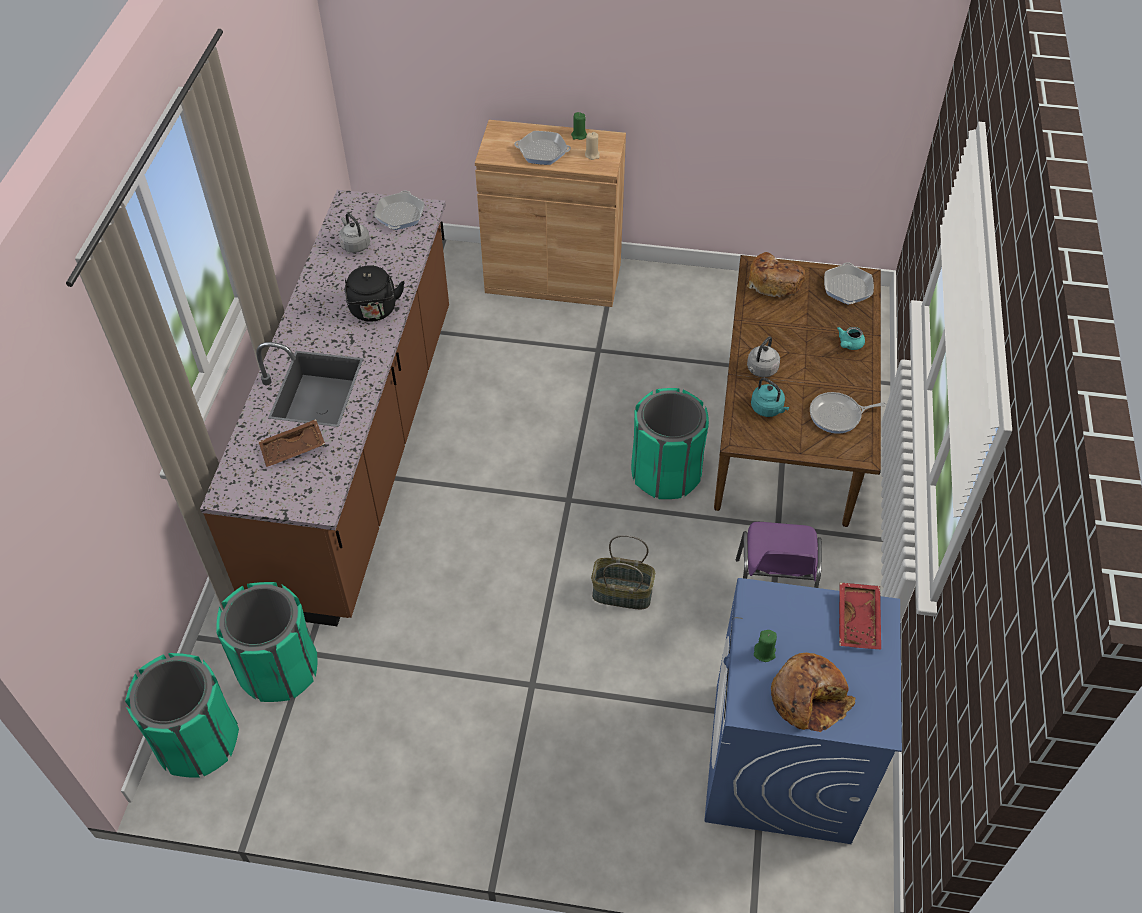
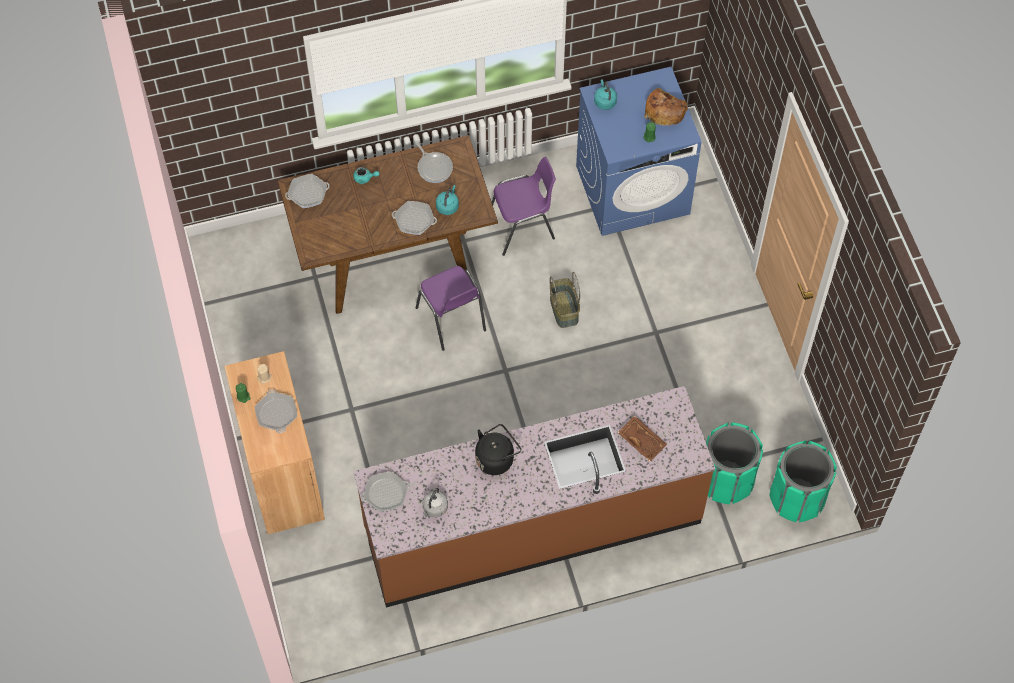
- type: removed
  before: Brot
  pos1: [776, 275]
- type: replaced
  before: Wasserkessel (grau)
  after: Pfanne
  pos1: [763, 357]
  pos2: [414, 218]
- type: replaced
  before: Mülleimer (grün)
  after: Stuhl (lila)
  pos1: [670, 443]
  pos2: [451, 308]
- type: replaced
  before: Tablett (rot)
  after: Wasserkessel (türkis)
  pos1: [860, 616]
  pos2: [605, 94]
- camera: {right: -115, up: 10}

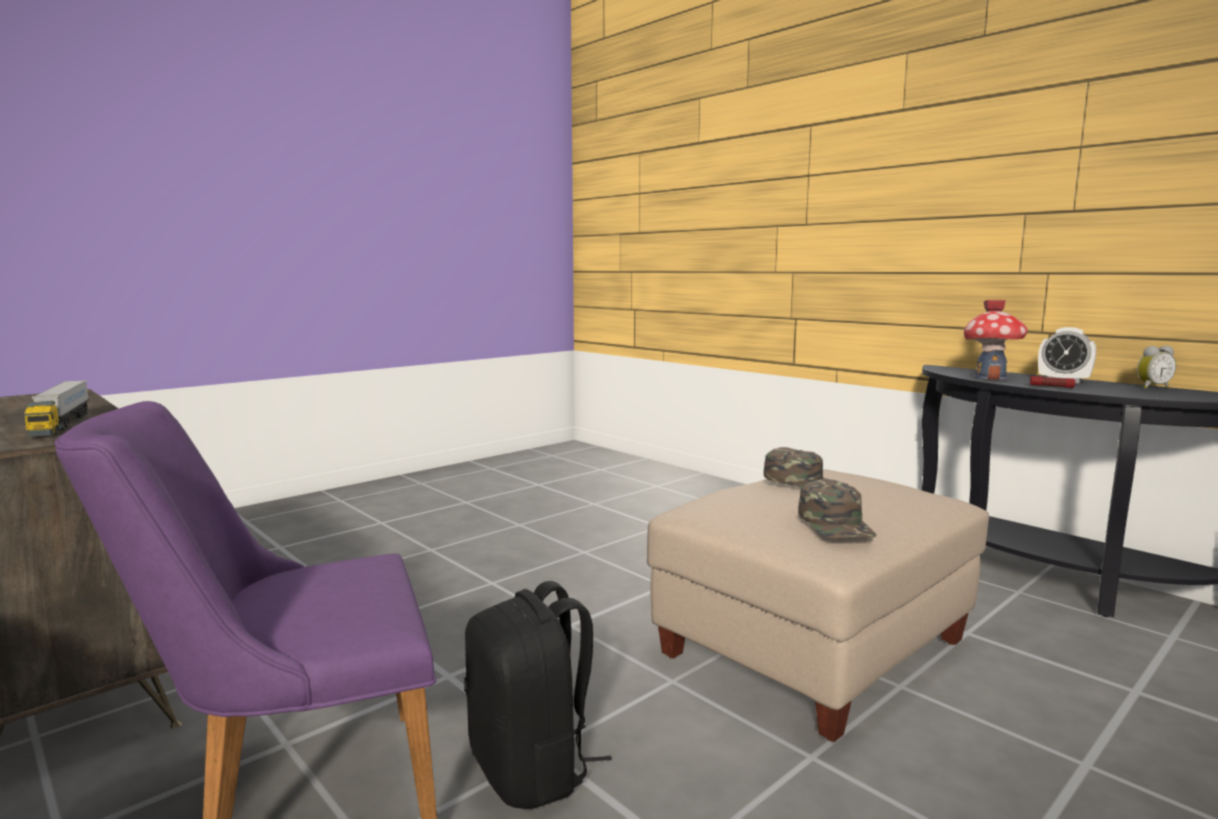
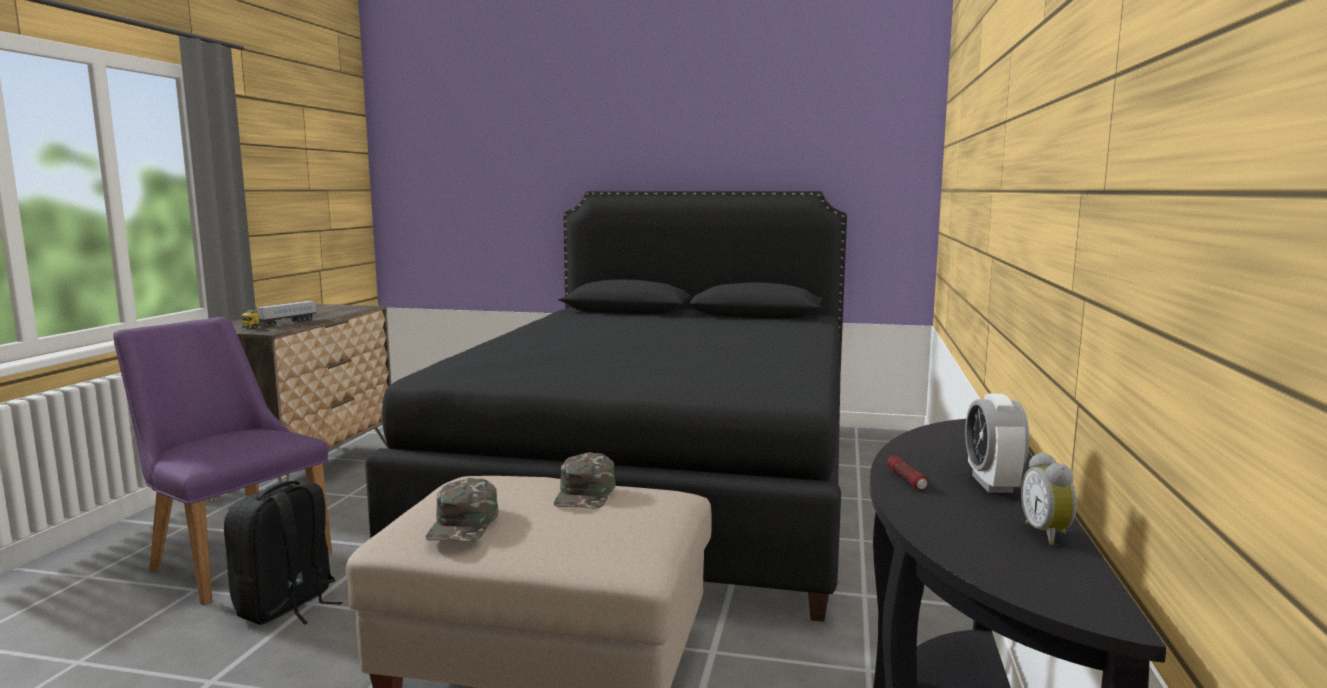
- type: removed
  before: Spielzeughaus
  pos1: [996, 340]
- type: turned
  before: Wecker
  pos1: [1156, 367]
  pos2: [1049, 498]
  turn: 45
- type: turned
  before: Kappe (grün)
  pos1: [837, 509]
  pos2: [462, 510]
  turn: -45
- type: added
  after: Bett (schwarz)
  pos2: [606, 406]
- camera: {right: 55, up: 0}

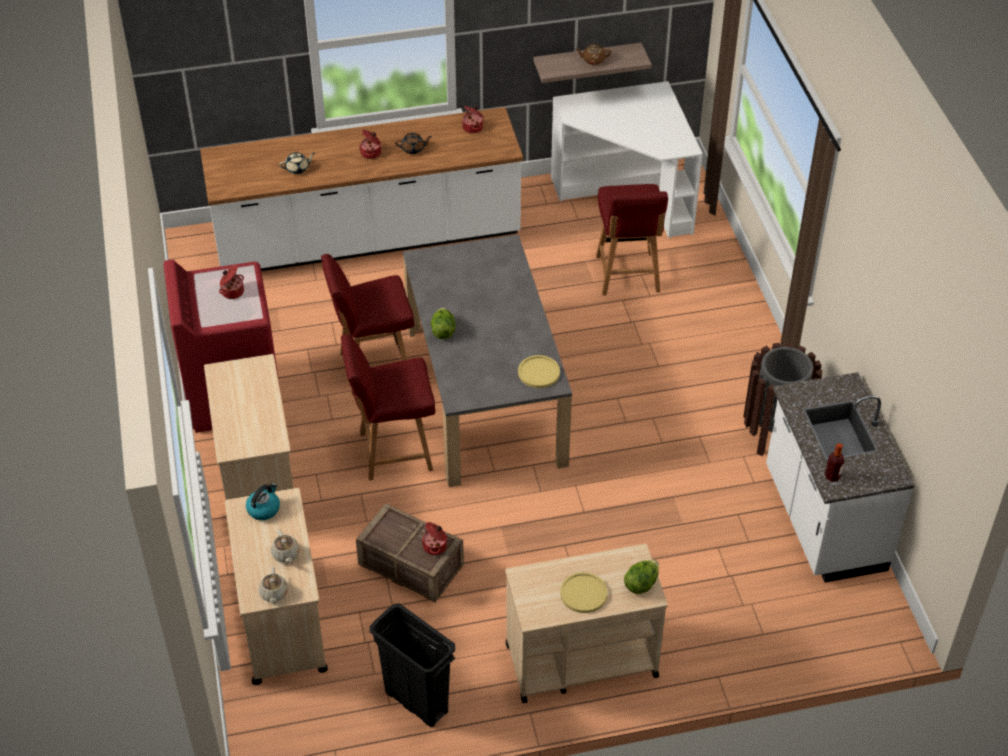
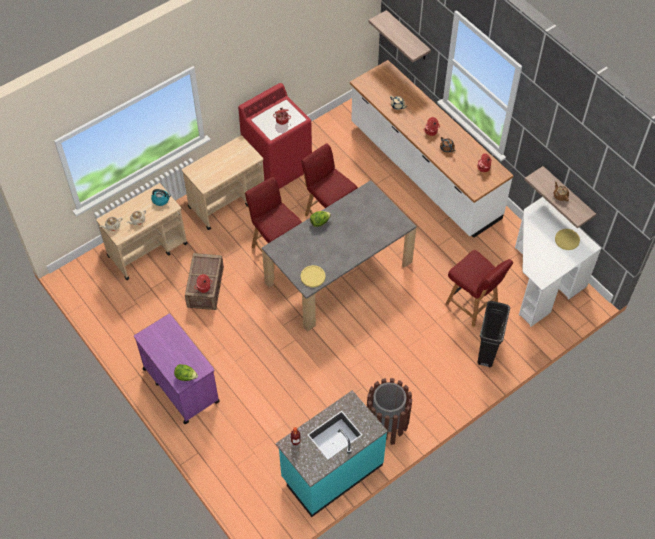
- type: turned
  before: Stuhl (rot)
  pos1: [632, 239]
  pos2: [479, 288]
  turn: -105
- type: recoloured
  before: Küchenzeile (weiß)
  after: Küchenzeile (türkis)
  pos1: [840, 477]
  pos2: [332, 453]
- type: recoloured
  before: Rollwagen (beige)
  after: Rollwagen (lila)
  pos1: [586, 623]
  pos2: [177, 368]
- type: moved
  before: Teller (gelb)
  pos1: [584, 592]
  pos2: [567, 239]
- type: moved
  before: Mülleimer (schwarz)
  pos1: [412, 665]
  pos2: [493, 334]
- type: added
  after: Wandregal
  pos2: [399, 36]
- camera: {right: 65, up: 10}

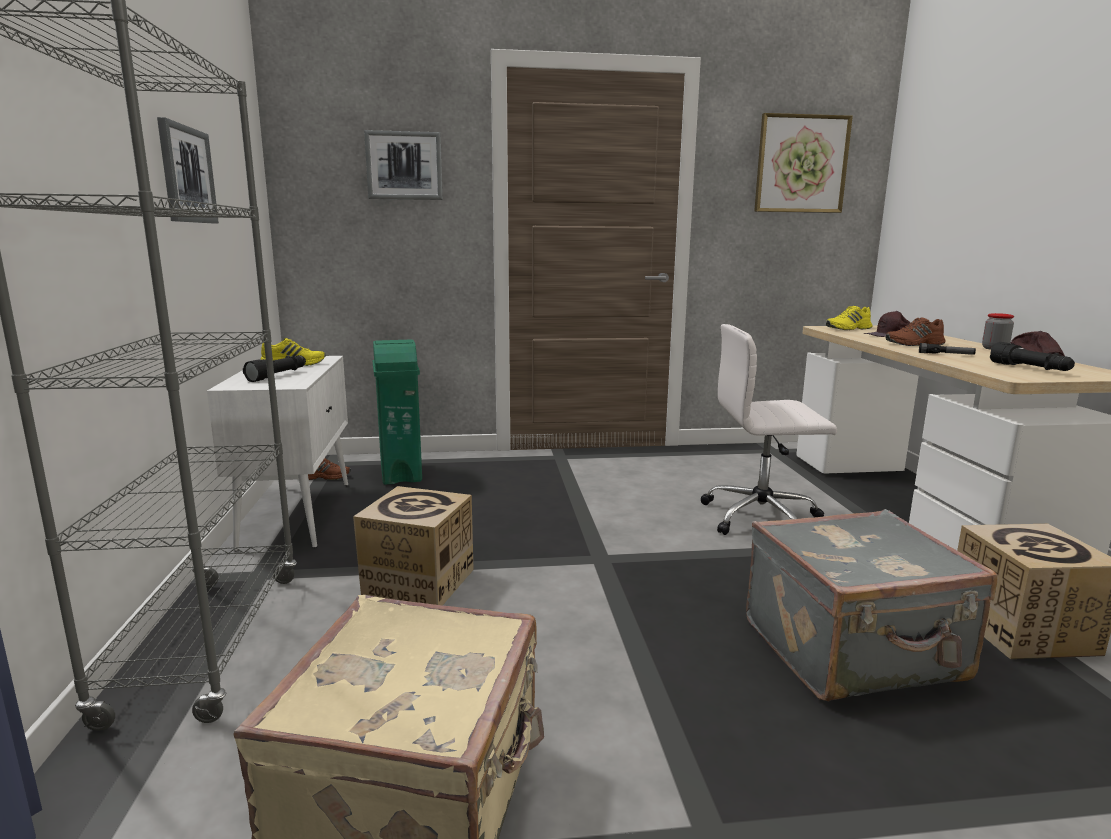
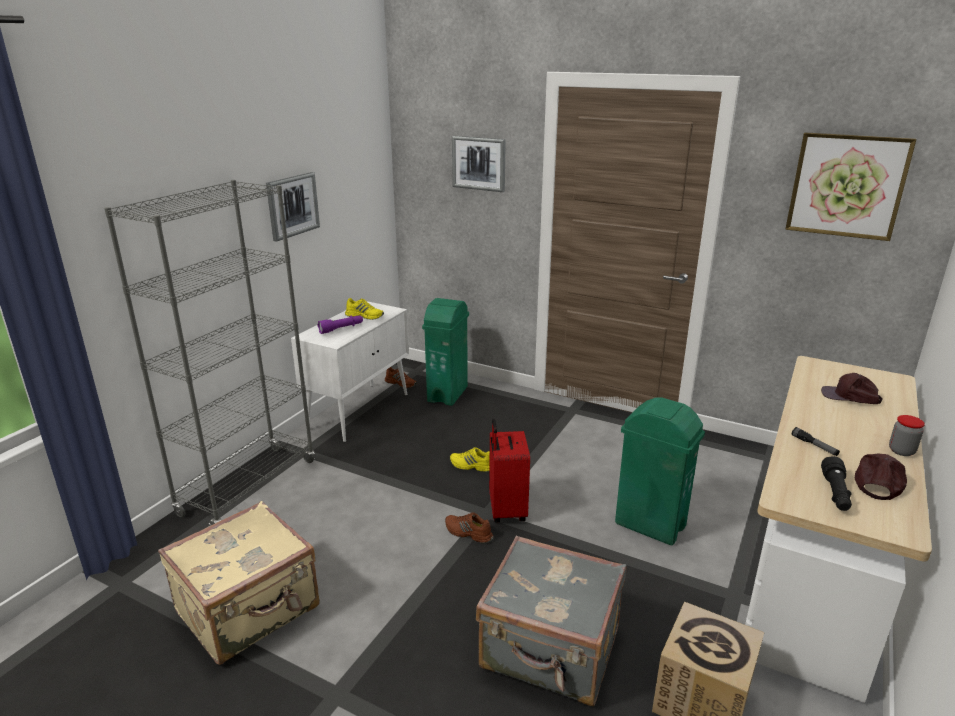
- type: moved
  before: Schuh (gelb)
  pos1: [849, 318]
  pos2: [470, 459]
- type: moved
  before: Schuh (braun)
  pos1: [916, 331]
  pos2: [469, 527]
- type: replaced
  before: Bürostuhl (weiß)
  after: Mülleimer (grün)
  pos1: [769, 429]
  pos2: [660, 471]
- type: recoloured
  before: Taschenlampe (schwarz)
  after: Taschenlampe (lila)
  pos1: [274, 368]
  pos2: [340, 324]
- type: removed
  before: Karton
  pos1: [413, 545]
- type: added
  after: Koffer (rot)
  pos2: [509, 470]
- camera: {right: 35, up: 10}

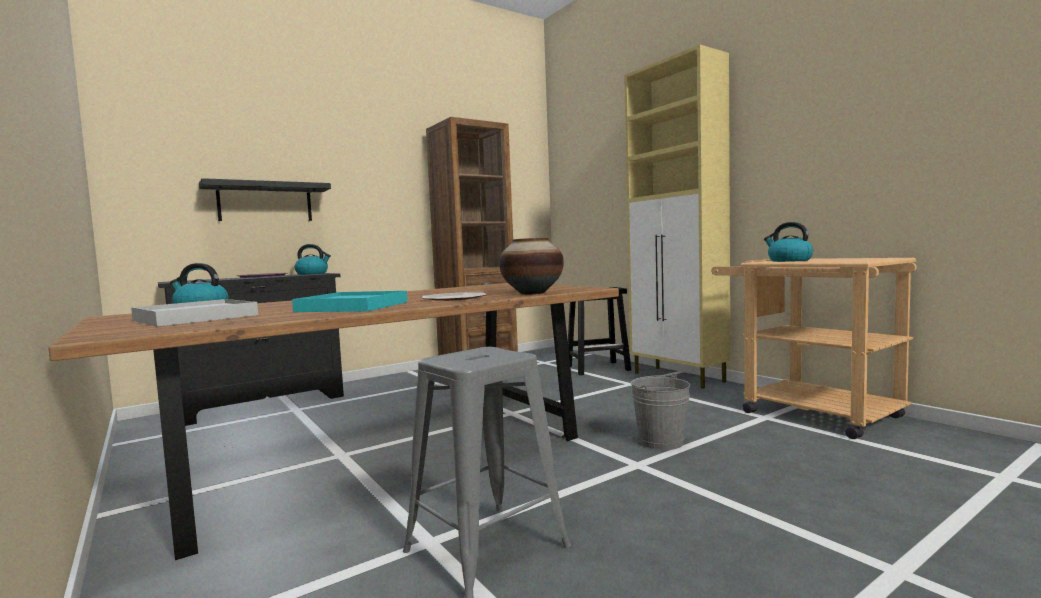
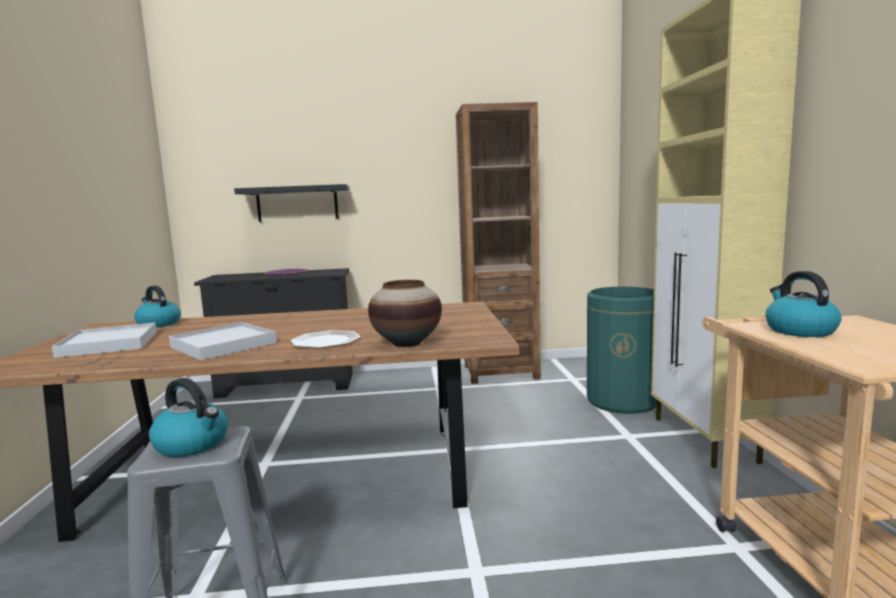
- type: moved
  before: Wasserkessel
  pos1: [312, 259]
  pos2: [188, 417]
- type: replaced
  before: Hocker (schwarz)
  after: Mülleimer (grün)
  pos1: [599, 331]
  pos2: [621, 350]
- type: recoloured
  before: Tablett (türkis)
  after: Tablett (weiß)
  pos1: [349, 301]
  pos2: [223, 341]
- type: removed
  before: Eimer (grau)
  pos1: [660, 412]
- camera: {right: 30, up: 5}

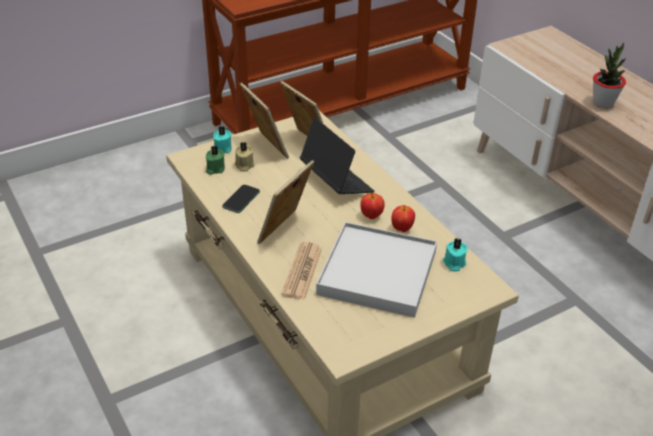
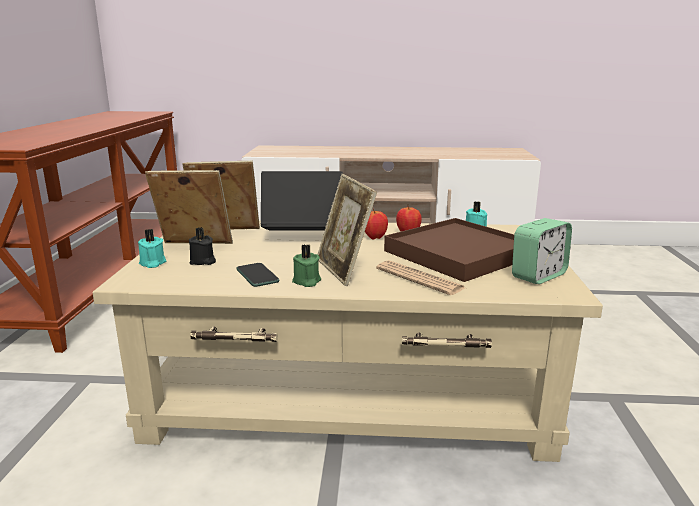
- type: removed
  before: Topfpflanze
  pos1: [609, 75]
- type: recoloured
  before: Kerze (beige)
  after: Kerze (schwarz)
  pos1: [244, 157]
  pos2: [202, 246]
- type: moved
  before: Kerze (grün)
  pos1: [215, 160]
  pos2: [306, 266]
- type: recoloured
  before: Tablett (weiß)
  after: Tablett (braun)
  pos1: [376, 270]
  pos2: [449, 250]
- type: added
  after: Wecker
  pos2: [542, 251]
- camera: {right: -55, up: -20}

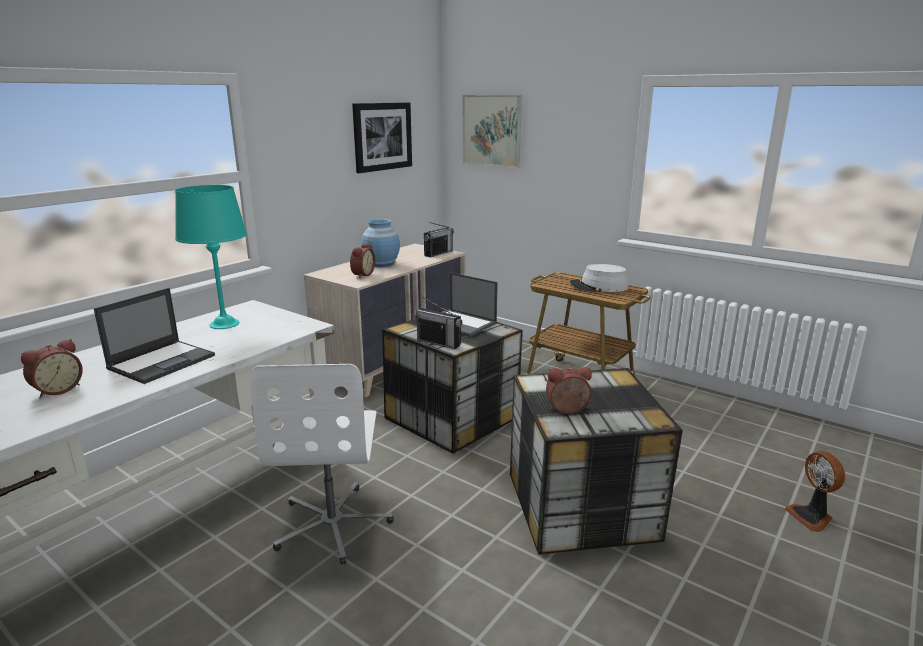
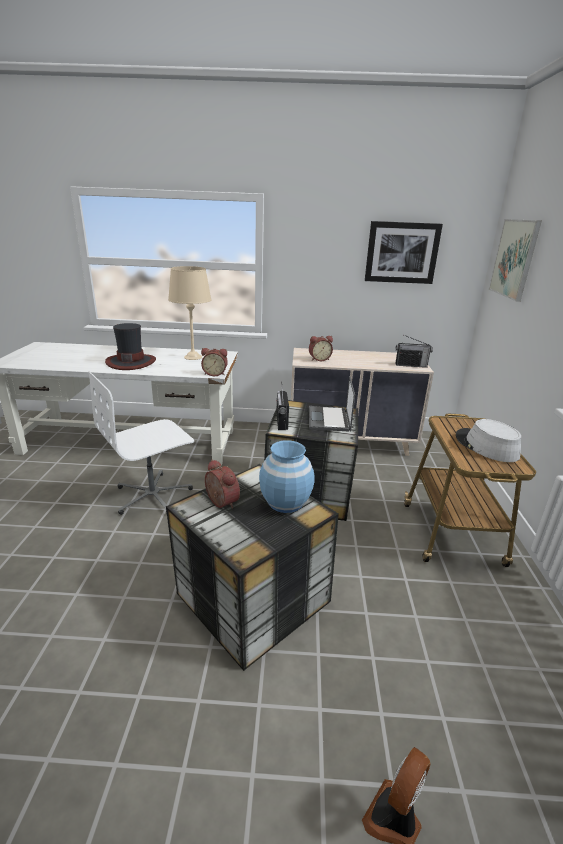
- type: recoloured
  before: Tischlampe (türkis)
  after: Tischlampe (beige)
  pos1: [211, 257]
  pos2: [190, 313]
- type: moved
  before: Vase (blau)
  pos1: [380, 243]
  pos2: [287, 476]
- type: replaced
  before: Laptop
  after: Hut
  pos1: [154, 336]
  pos2: [130, 346]
- type: moved
  before: Wecker
  pos1: [52, 369]
  pos2: [214, 362]
- camera: {right: 55, up: 5}

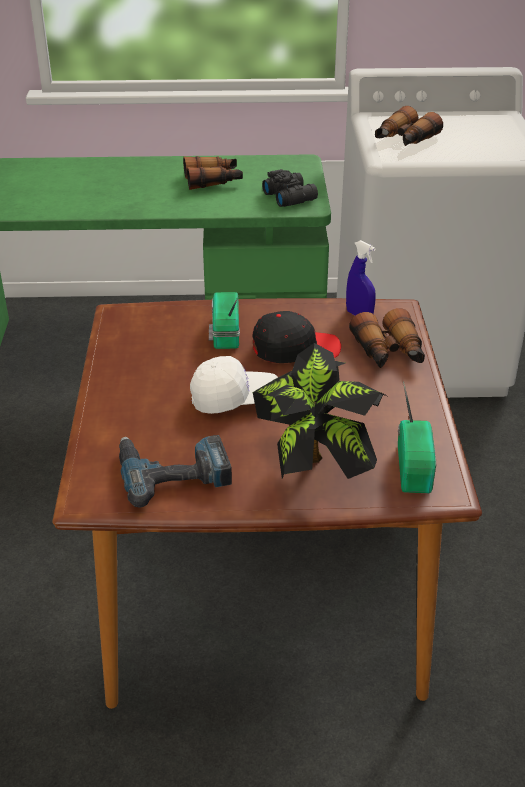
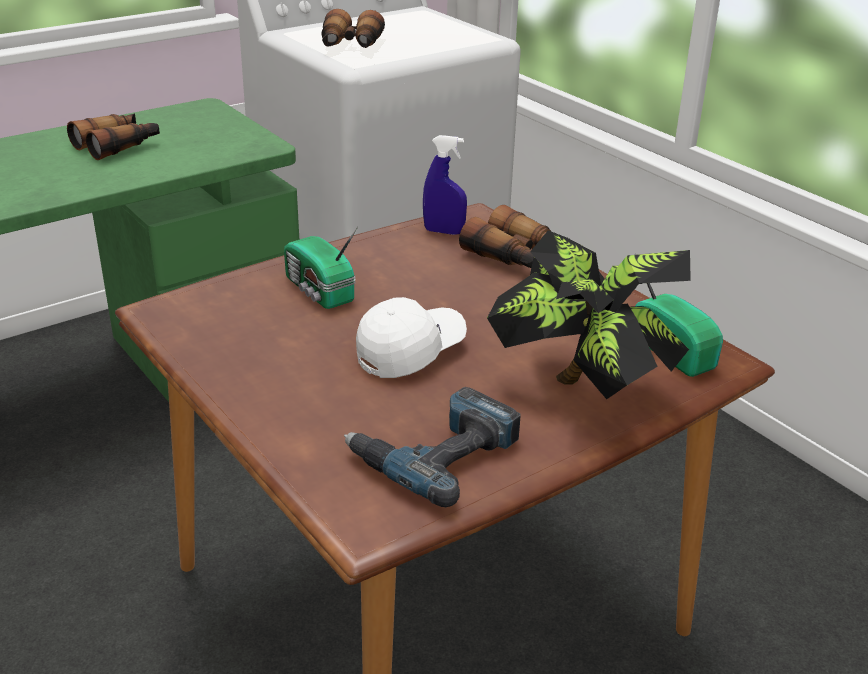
- type: removed
  before: Fernglas (schwarz)
  pos1: [290, 188]
- type: removed
  before: Kappe (schwarz)
  pos1: [296, 337]
- camera: {right: -35, up: -5}

